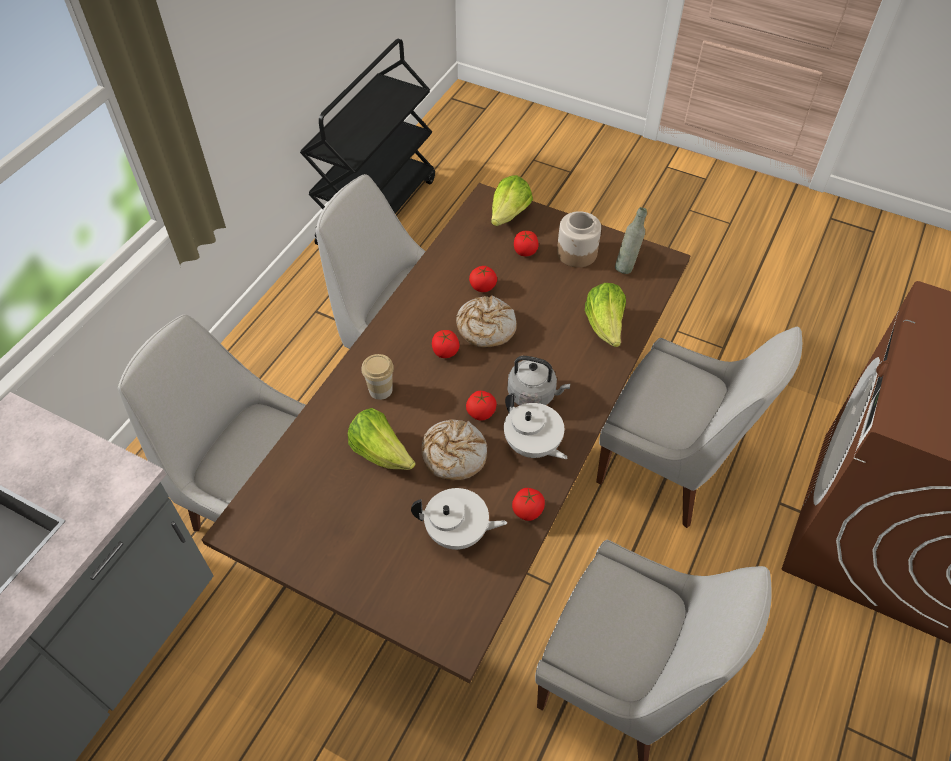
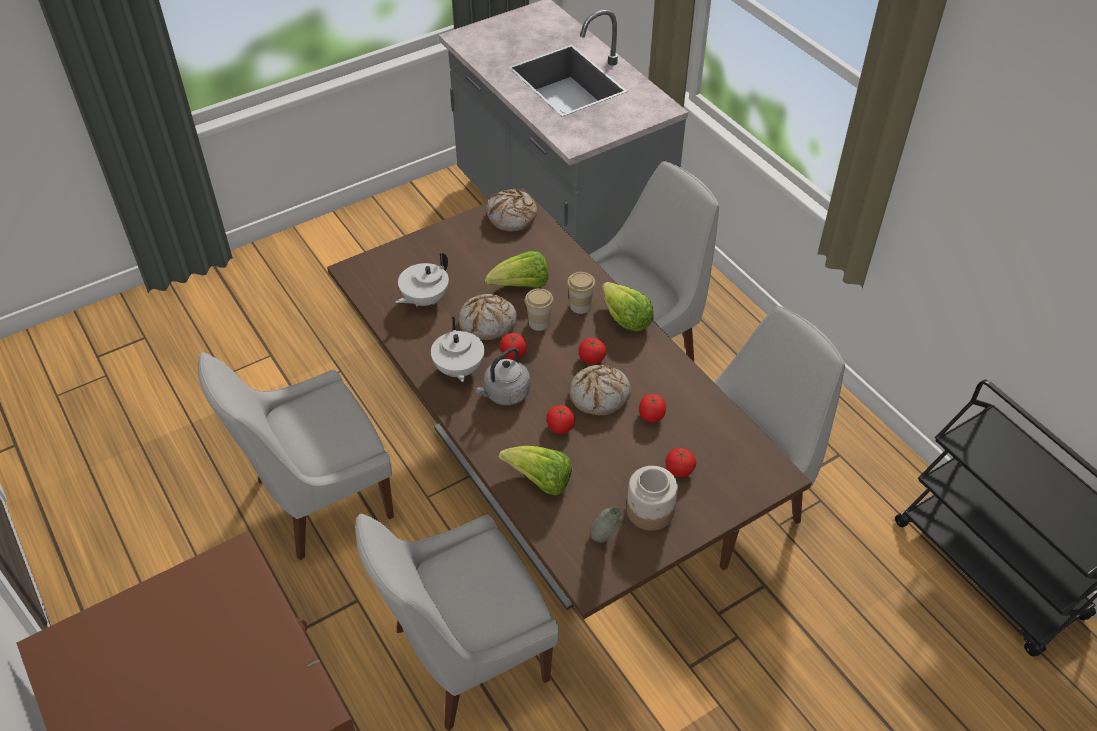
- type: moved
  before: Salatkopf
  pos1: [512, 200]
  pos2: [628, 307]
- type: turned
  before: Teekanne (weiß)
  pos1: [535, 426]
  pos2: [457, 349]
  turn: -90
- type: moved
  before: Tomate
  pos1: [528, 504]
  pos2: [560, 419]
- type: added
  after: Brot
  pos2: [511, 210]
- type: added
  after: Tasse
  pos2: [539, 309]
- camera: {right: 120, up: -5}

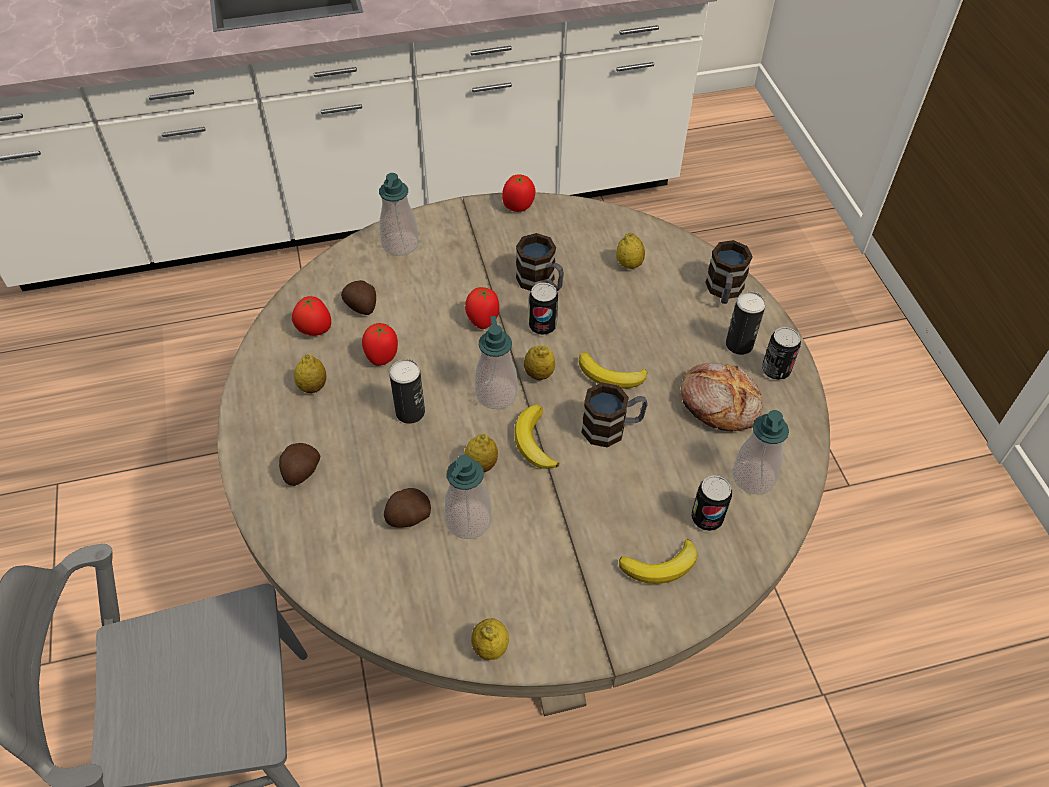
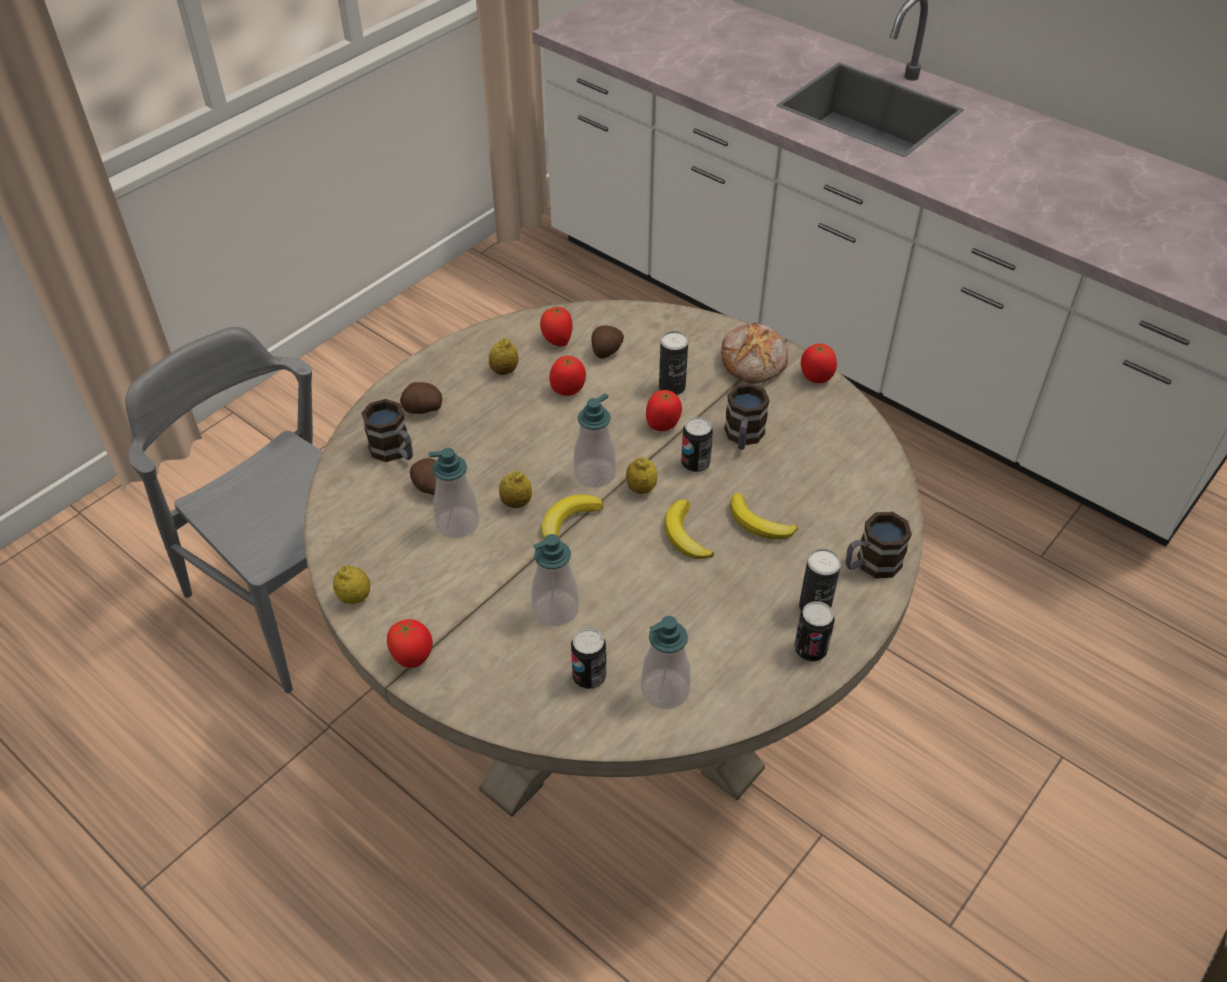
- type: moved
  before: Seifenspender
  pos1: [398, 214]
  pos2: [555, 580]
- type: removed
  before: Zitrone
  pos1: [630, 251]
- type: moved
  before: Dose
  pos1: [407, 391]
  pos2: [673, 363]
- type: moved
  before: Brot
  pos1: [721, 397]
  pos2: [754, 353]
- type: moved
  before: Henkelbecher
  pos1: [614, 414]
  pos2: [387, 430]
- type: moved
  before: Banane
  pos1: [658, 561]
  pos2: [764, 516]
- type: added
  after: Tomate
  pos2: [410, 643]
- camera: {right: 55, up: -5}

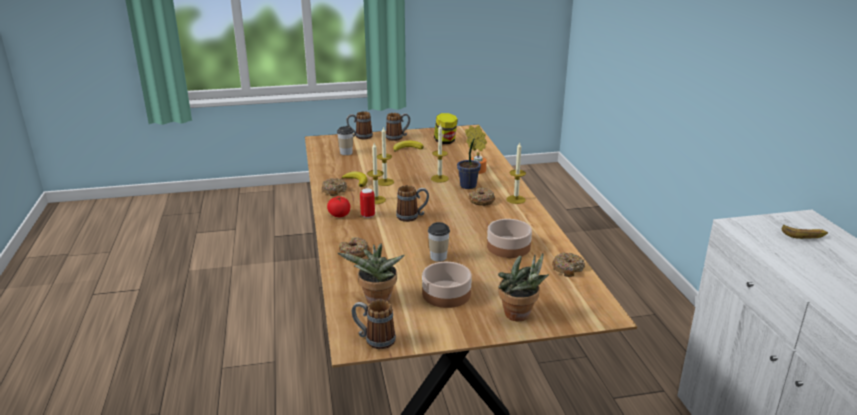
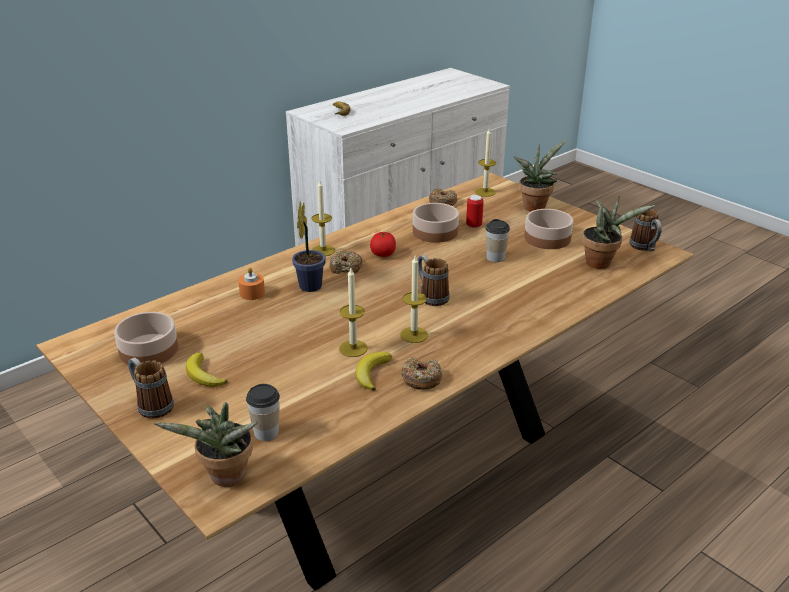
- type: removed
  before: Henkelbecher
  pos1: [360, 125]
- type: replaced
  before: Vorratsglas
  after: Schüssel
  pos1: [446, 128]
  pos2: [146, 339]
- type: moved
  before: Kerze
  pos1: [440, 153]
  pos2: [485, 163]
- type: moved
  before: Dose
  pos1: [367, 203]
  pos2: [475, 211]
- type: moved
  before: Tomate
  pos1: [338, 206]
  pos2: [383, 244]
- type: removed
  before: Donut
  pos1: [354, 247]
- type: added
  after: Topfpflanze
  pos2: [206, 444]
- camera: {right: -120, up: 5}

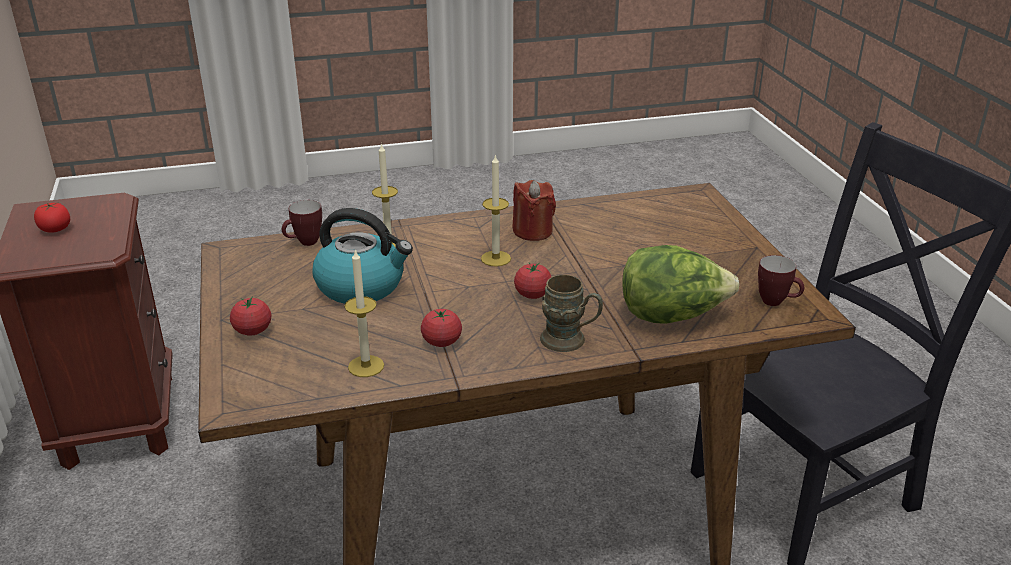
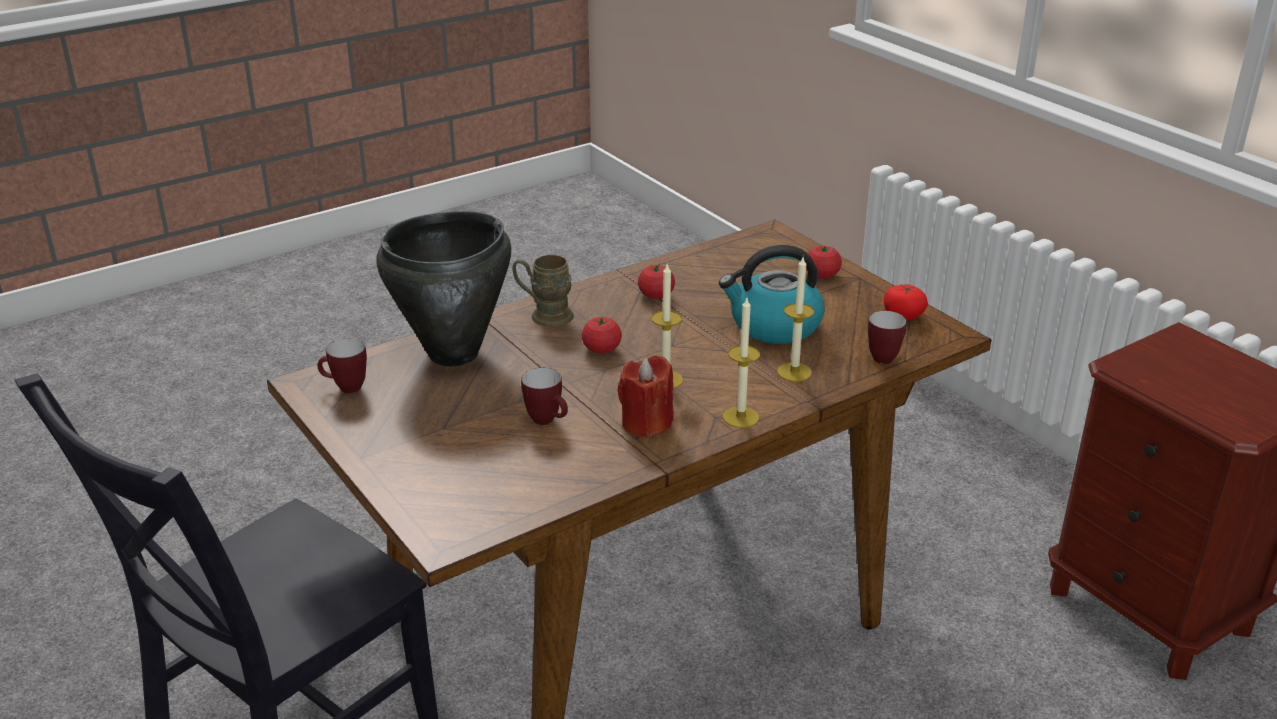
- type: moved
  before: Tomate
  pos1: [52, 217]
  pos2: [906, 302]
- type: replaced
  before: Salatkopf
  after: Kochtopf (schwarz)
  pos1: [680, 284]
  pos2: [443, 288]
- type: moved
  before: Kerze
  pos1: [364, 313]
  pos2: [741, 363]
- type: added
  after: Henkelbecher
  pos2: [544, 396]
- camera: {right: 160, up: 0}

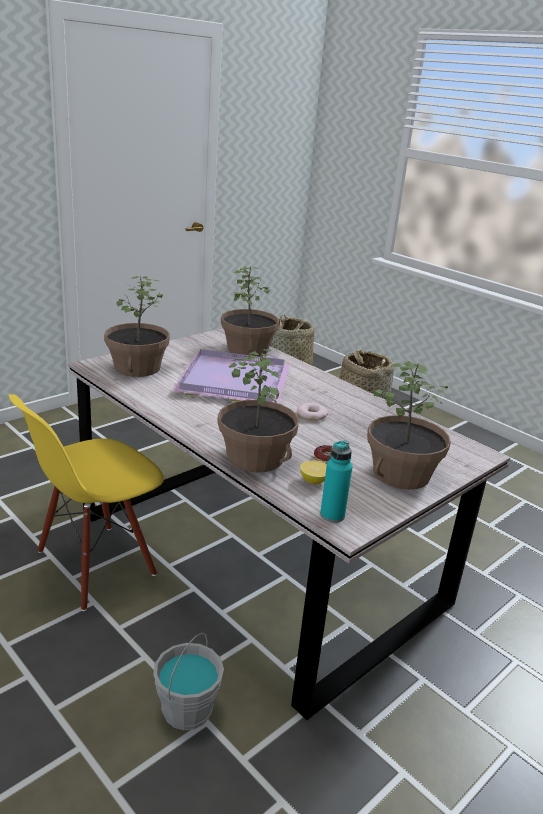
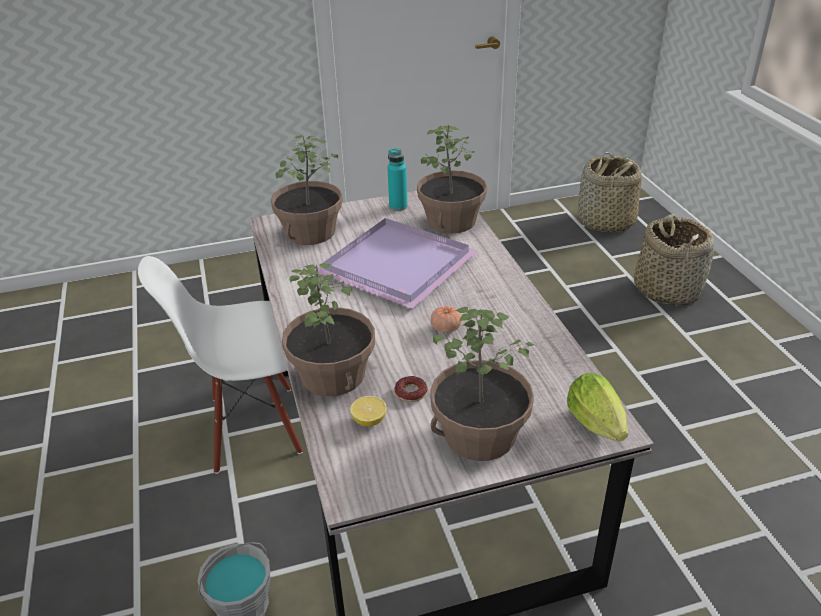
- type: recoloured
  before: Stuhl (gelb)
  after: Stuhl (weiß)
  pos1: [86, 502]
  pos2: [220, 365]
- type: replaced
  before: Donut
  after: Tomate
  pos1: [312, 412]
  pos2: [446, 319]
- type: moved
  before: Flasche (türkis)
  pos1: [336, 481]
  pos2: [397, 180]
- type: added
  after: Salatkopf
  pos2: [597, 407]
- camera: {right: 30, up: 10}

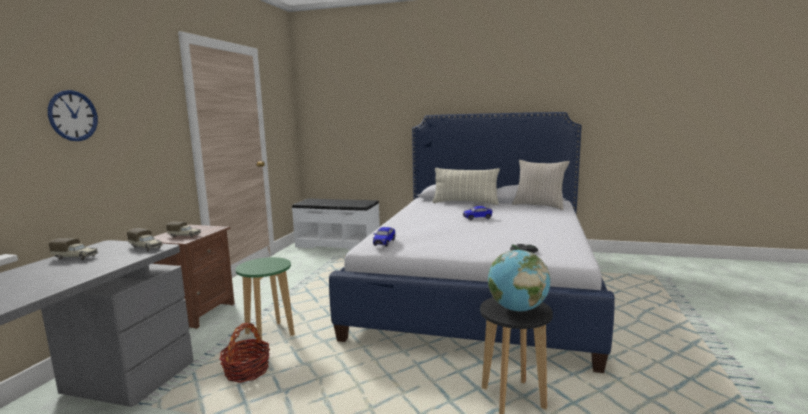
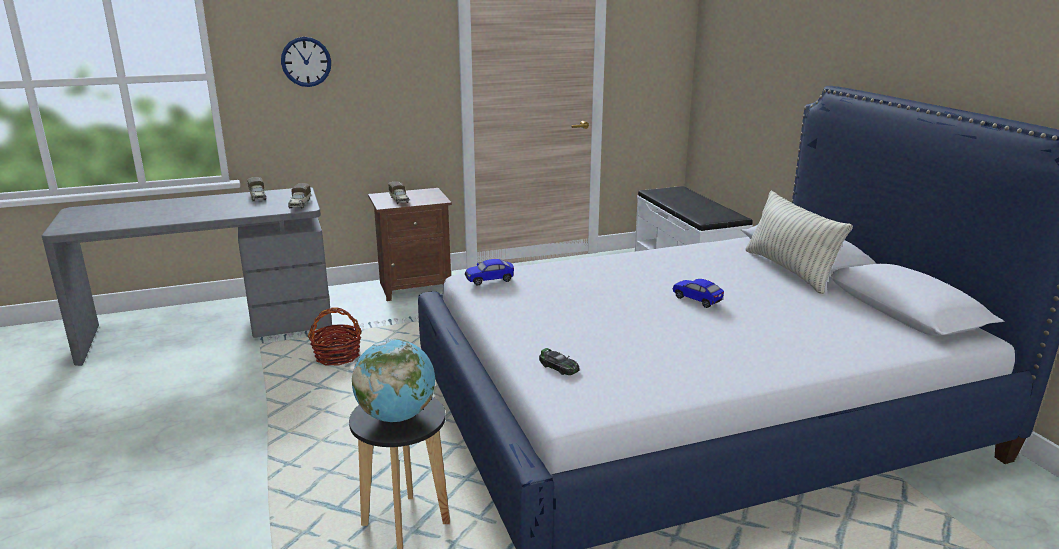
- type: removed
  before: Kissen (beige)
  pos1: [541, 185]
- type: removed
  before: Hocker (grün)
  pos1: [265, 299]
- camera: {right: 55, up: 10}

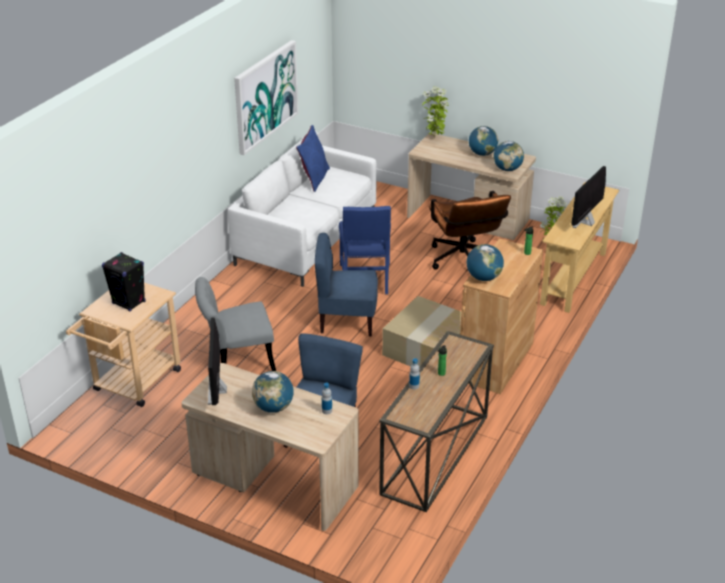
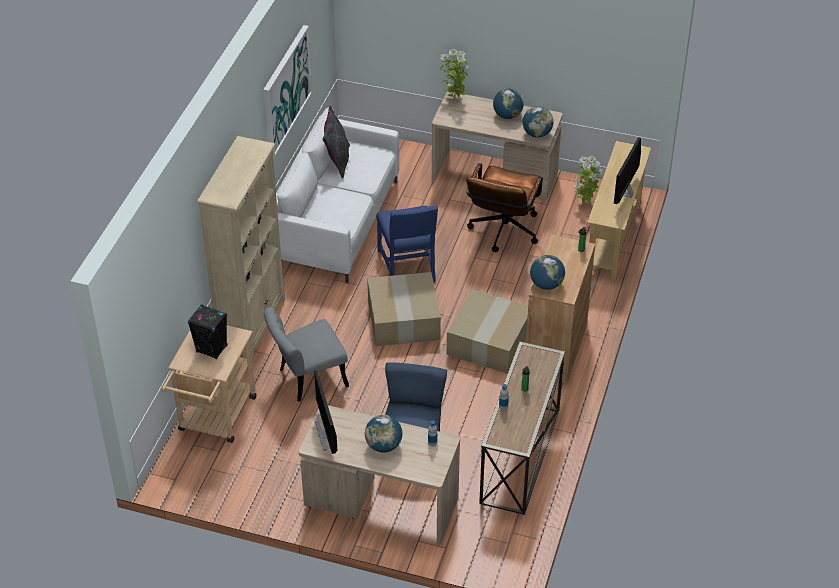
- type: recoloured
  before: Kissen (blau)
  after: Kissen (grau)
  pos1: [313, 158]
  pos2: [336, 142]
- type: turned
  before: Bürostuhl (braun)
  pos1: [470, 230]
  pos2: [504, 207]
  turn: 45
- type: replaced
  before: Stuhl (blau)
  after: Karton
  pos1: [346, 285]
  pos2: [404, 309]
- type: added
  after: Bücherregal (beige)
  pos2: [241, 249]
- camera: {right: -10, up: 10}

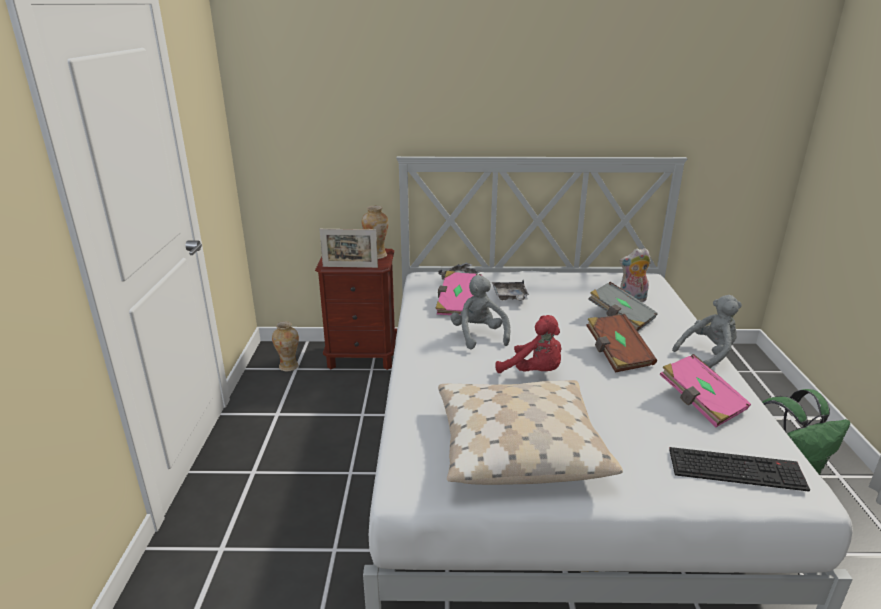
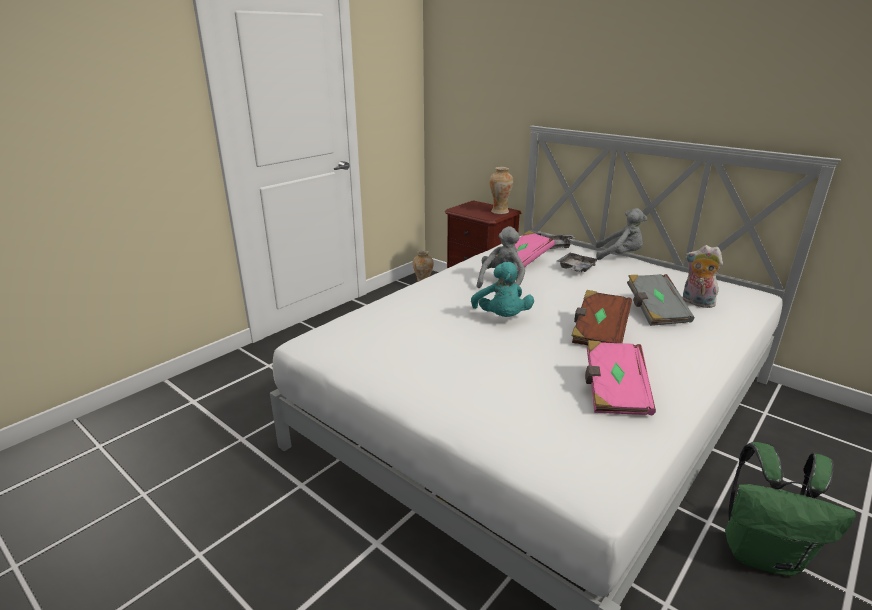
- type: removed
  before: Bilderrahmen
  pos1: [349, 248]
- type: moved
  before: Plüschtier (grau)
  pos1: [707, 331]
  pos2: [621, 234]
- type: recoloured
  before: Plüschtier (rot)
  after: Plüschtier (türkis)
  pos1: [528, 344]
  pos2: [502, 289]
- type: removed
  before: Kissen (beige)
  pos1: [530, 432]
- type: removed
  before: Tastatur
  pos1: [739, 469]
- camera: {right: 40, up: 0}

